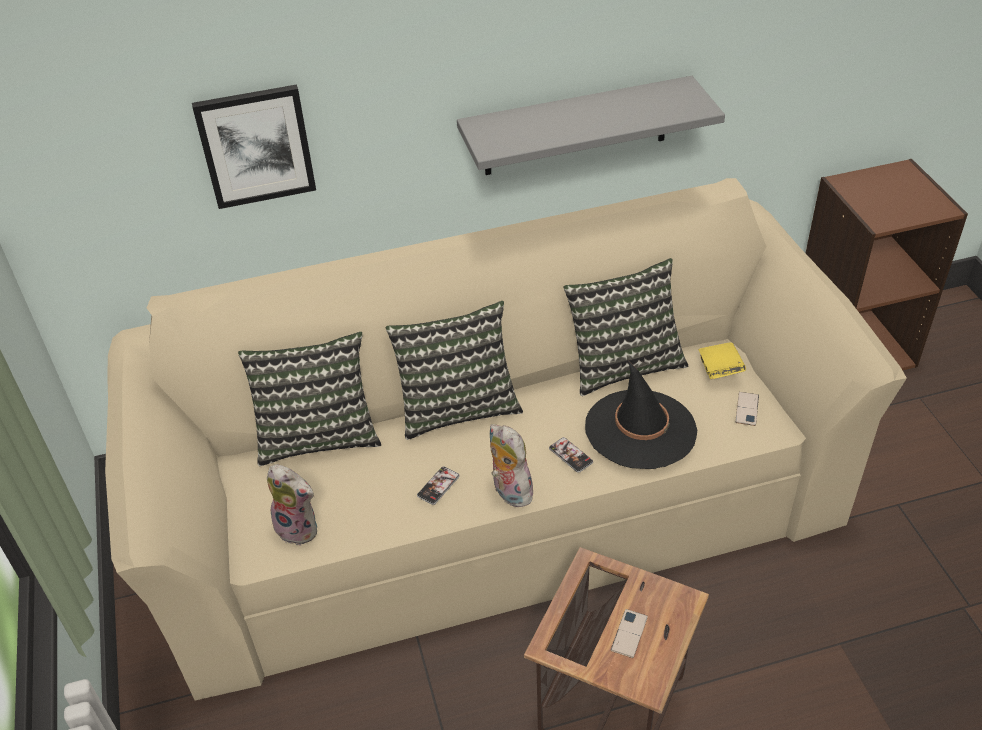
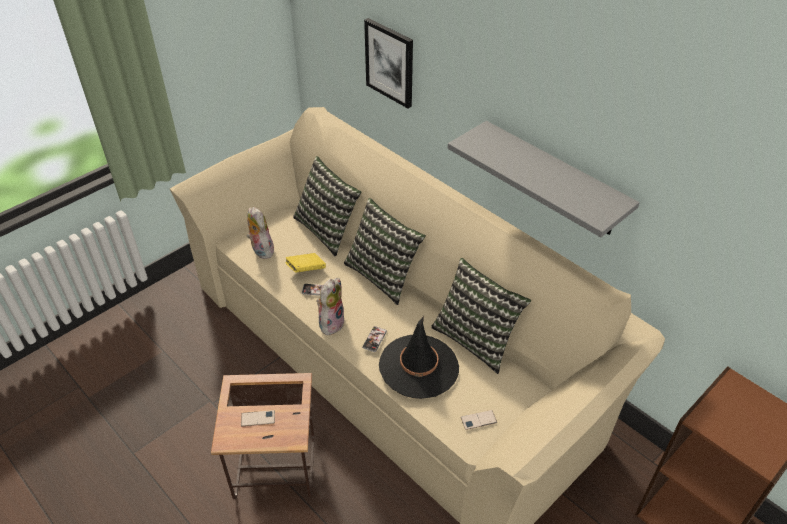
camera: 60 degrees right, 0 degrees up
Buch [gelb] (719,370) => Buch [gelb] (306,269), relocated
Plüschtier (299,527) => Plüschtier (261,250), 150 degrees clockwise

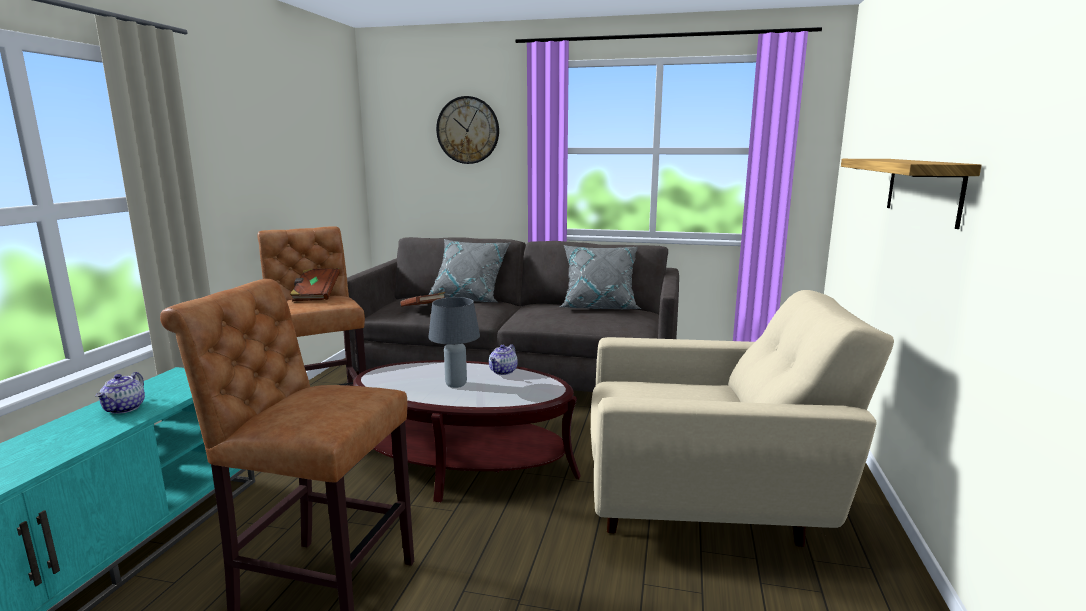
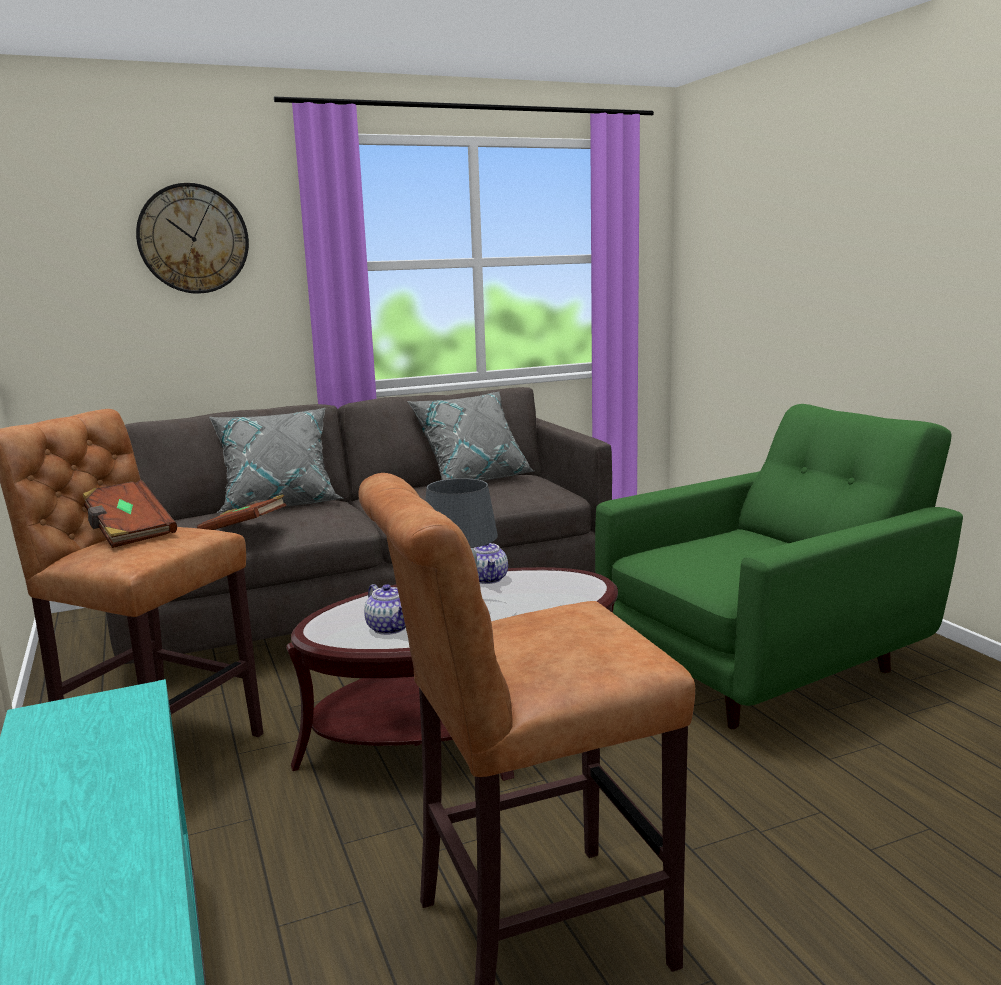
camera: 35 degrees left, 0 degrees up
Wandregal (923,189) => nothing
Sessel [beige] (709,502) => Sessel [grün] (769,665)
Teekanne (125,408) => Teekanne (390,628), relocated

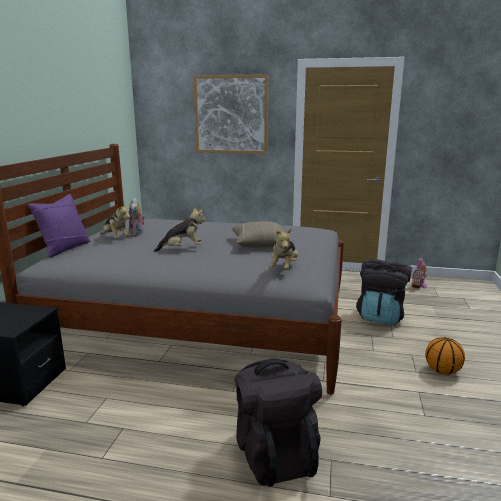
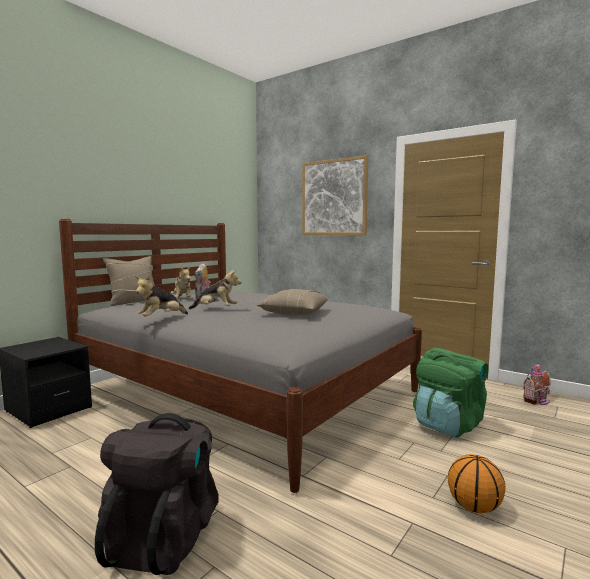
camera: 25 degrees right, 10 degrees down
Kissen [lila] (65,248) => Kissen [beige] (133,302)
Plüschtier (284,268) => Plüschtier (161,318), relocated
Rucksack [schwarz] (381,316) => Rucksack [grün] (448,424)

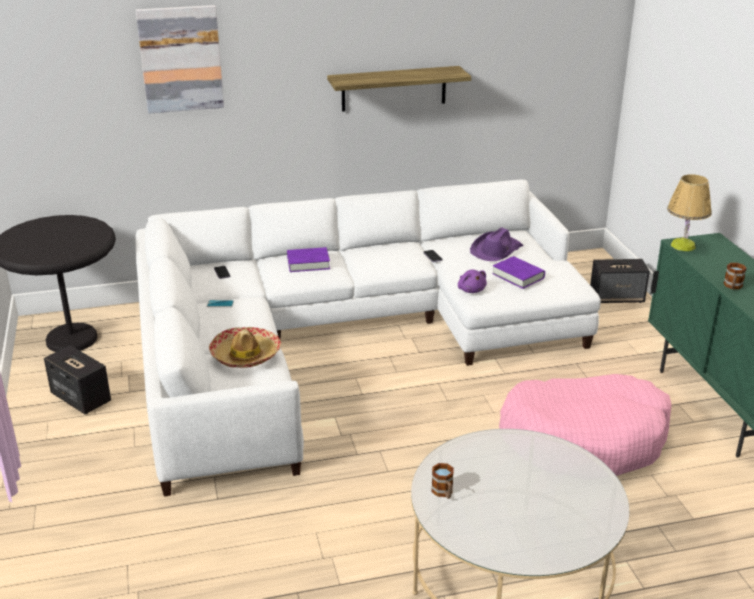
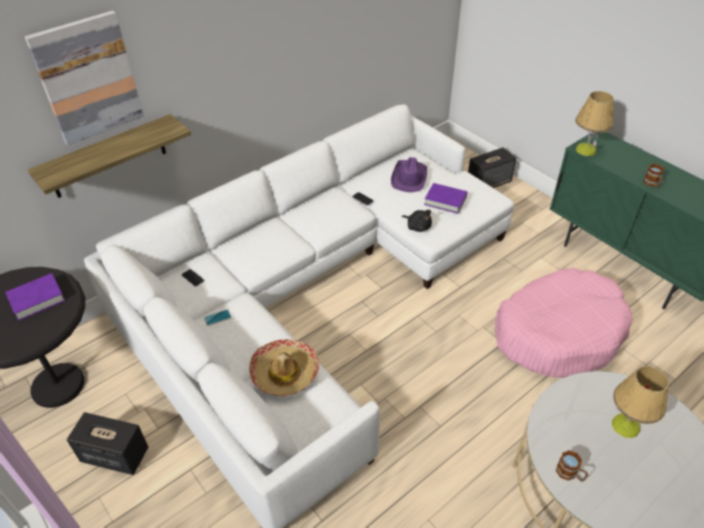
camera: 25 degrees left, 15 degrees up
Wandregal (394,88) => Wandregal (108,157), relocated
Buch [lila] (308,263) => Buch [lila] (37,299), relocated
Plüschtier [lila] (471,290) => Plüschtier [schwarz] (417,226)
nothing => Tischlampe (626,426)

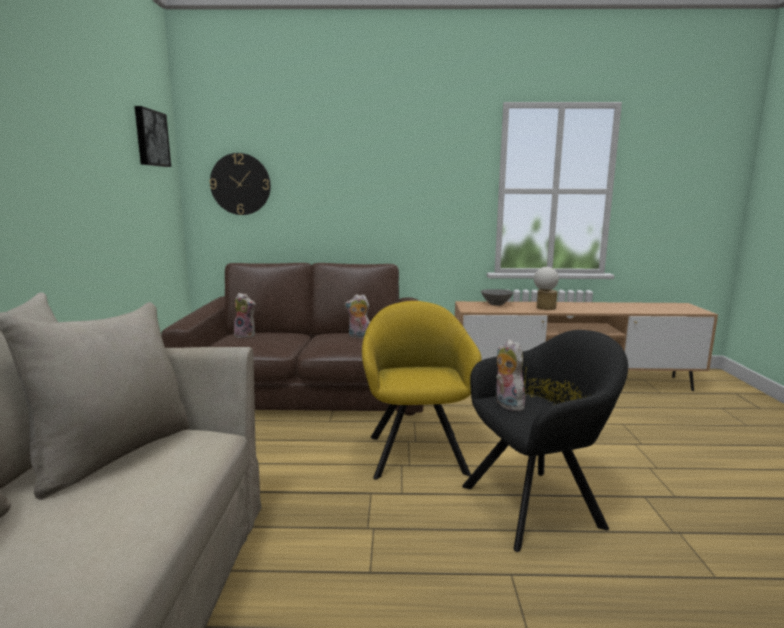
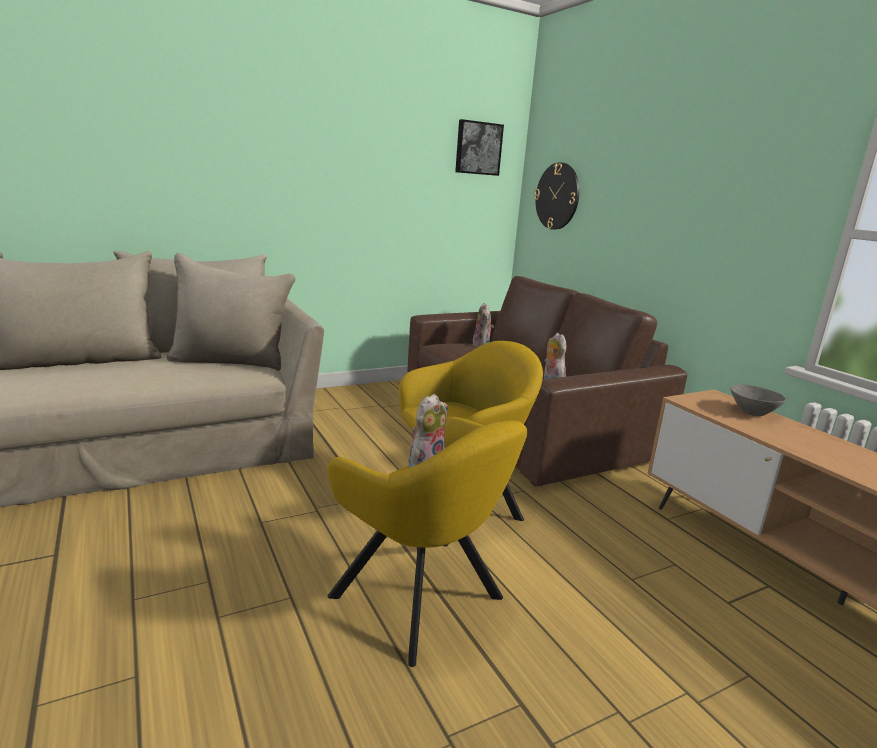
camera: 60 degrees right, 5 degrees up
Tischlampe (544,308) => nothing
Sessel [schwarz] (538,505) => Sessel [gelb] (423,602)

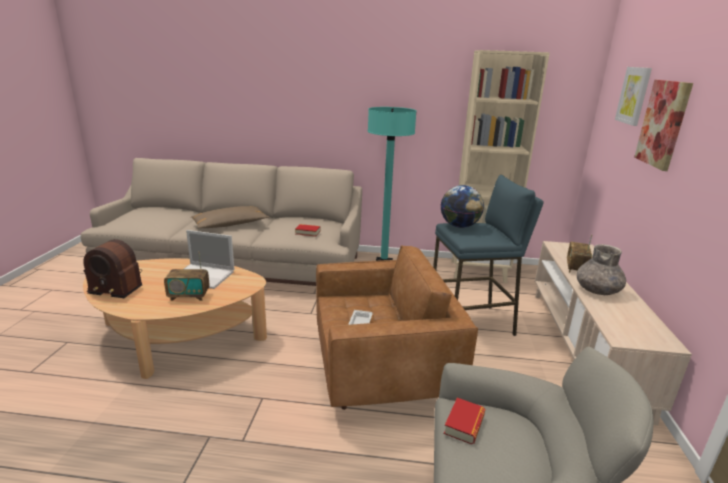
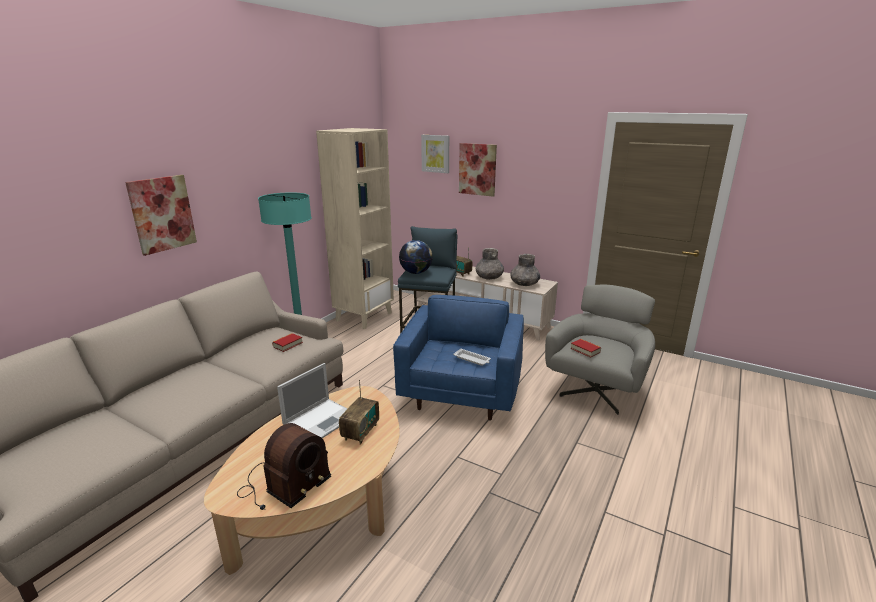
camera: 65 degrees left, 0 degrees up
Kissen [braun] (230,224) => nothing
Sessel [braun] (382,373) => Sessel [blau] (461,393)
nothing => Bild (162,214)
nothing => Vase [grau] (524,284)

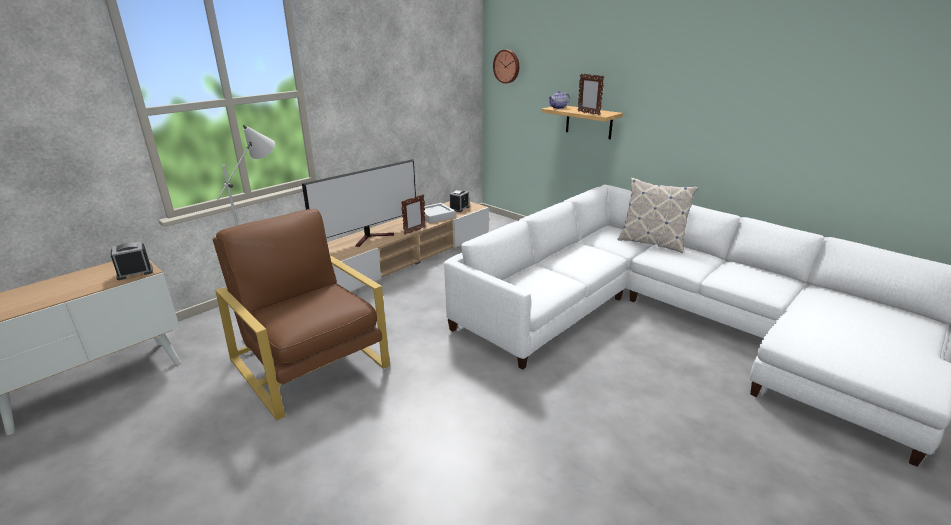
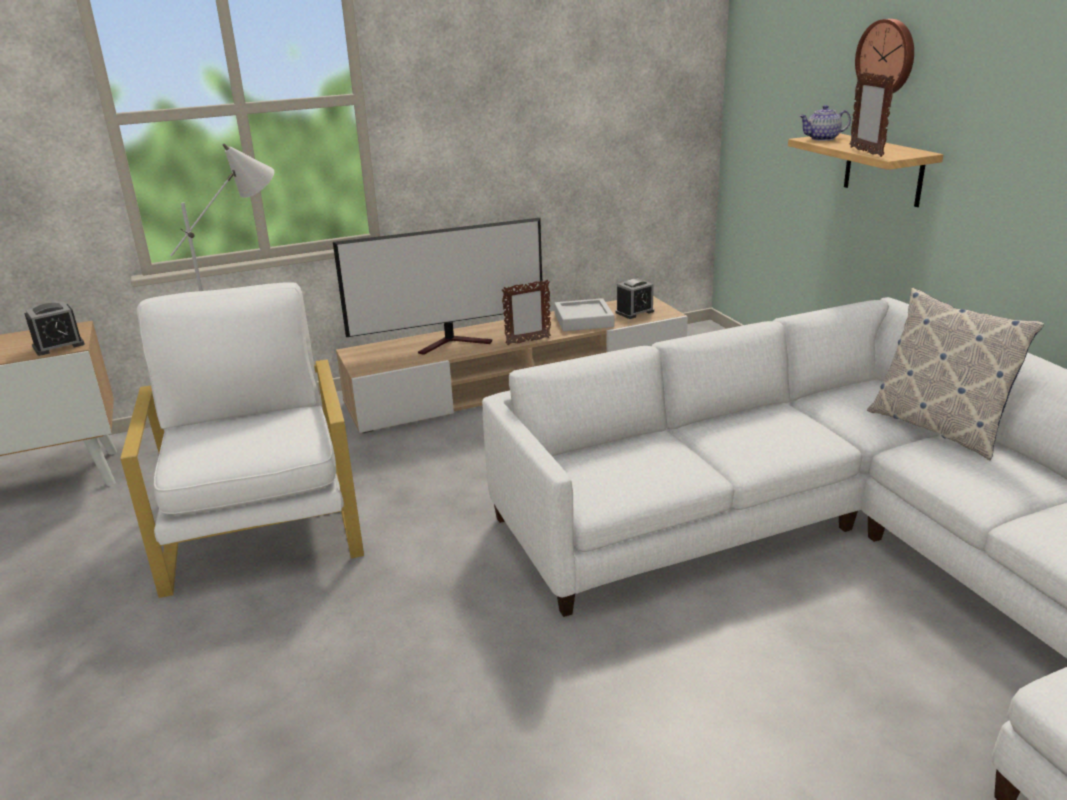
camera: 25 degrees right, 0 degrees up
Wanduhr (507,66) => Wanduhr (887,57), relocated
Sessel [braun] (310,363) => Sessel [weiß] (261,524)
Wecker (135,272) => Wecker (58,346), 150 degrees clockwise

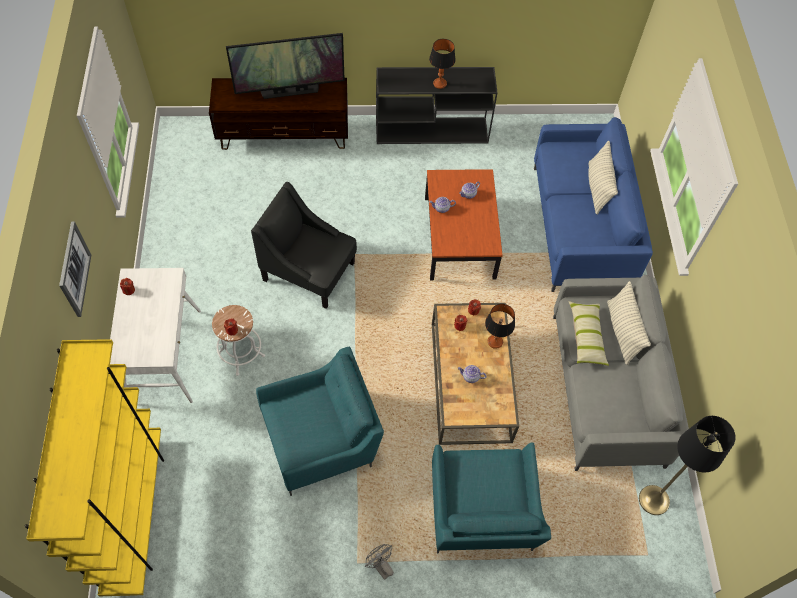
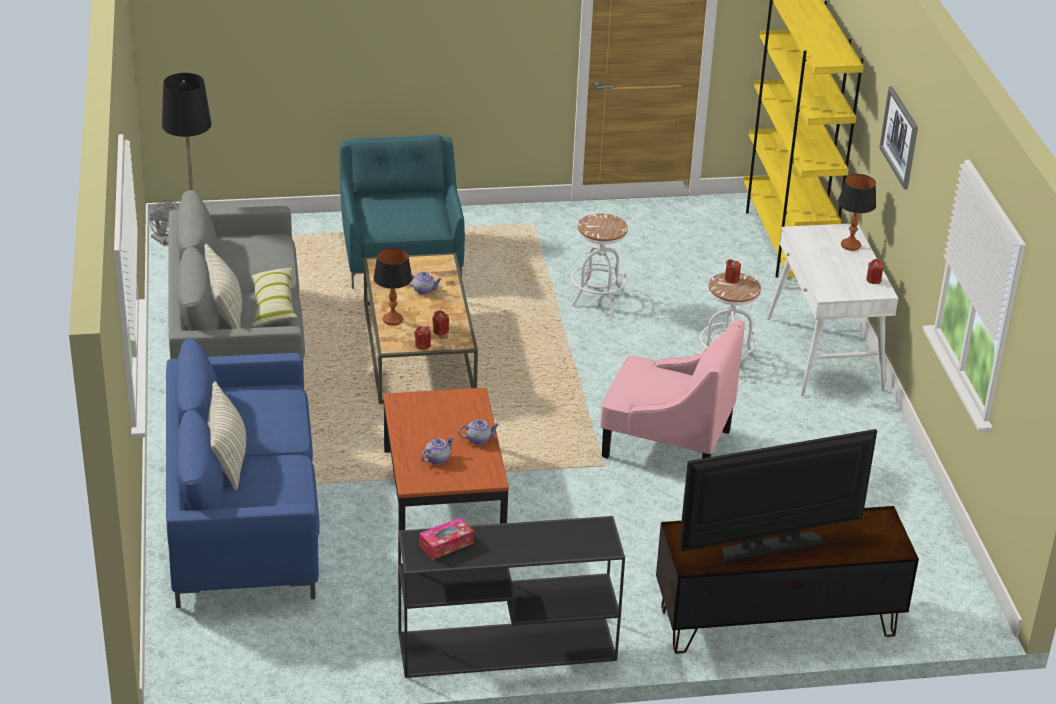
camera: 175 degrees right, 25 degrees down
Tischlampe (440,84) => Tischlampe (850,245), relocated
Sessel [schwarz] (309,271) => Sessel [rosa] (666,444)
Sessel [türkis] (322,439) => Hocker [weiß] (598,299)
Ventilator [grau] (380,566) => Ventilator [grau] (165,241), relocated
nothing => Taschentuchbox (446,544)

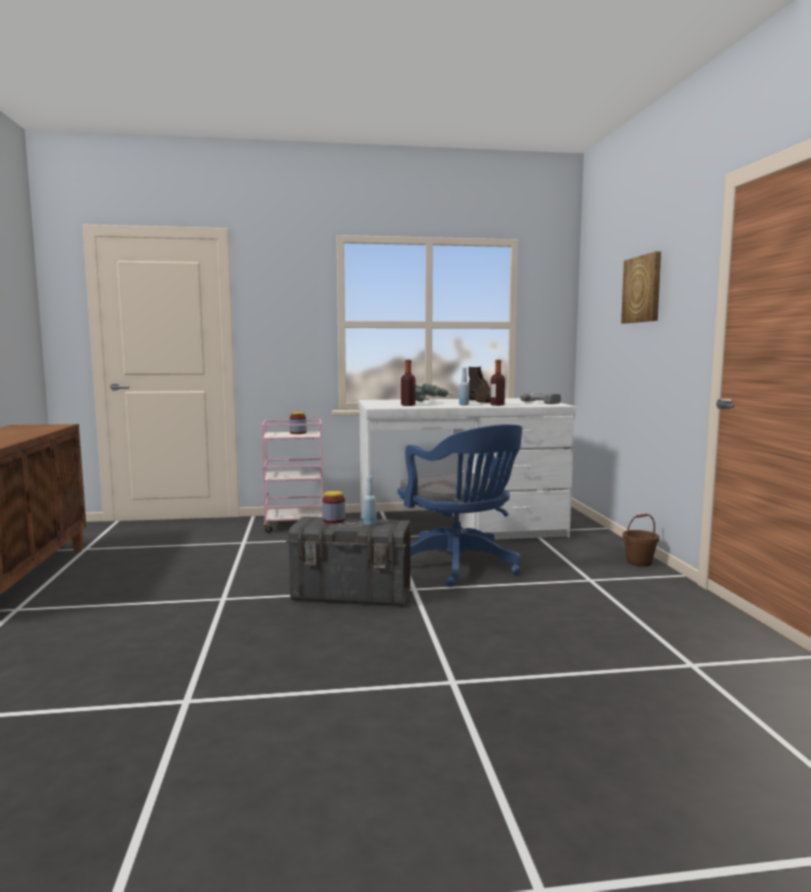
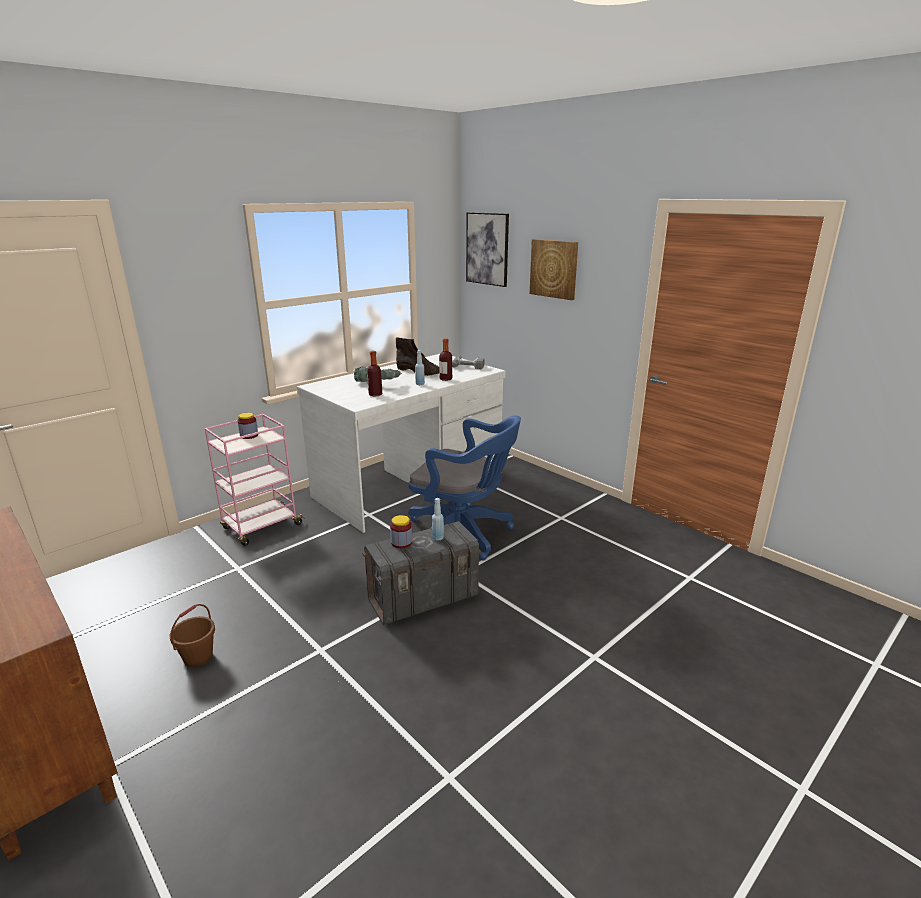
camera: 35 degrees left, 15 degrees up
Eimer [braun] (639,562) => Eimer [braun] (198,657), relocated
nothing => Bild (487,249)

